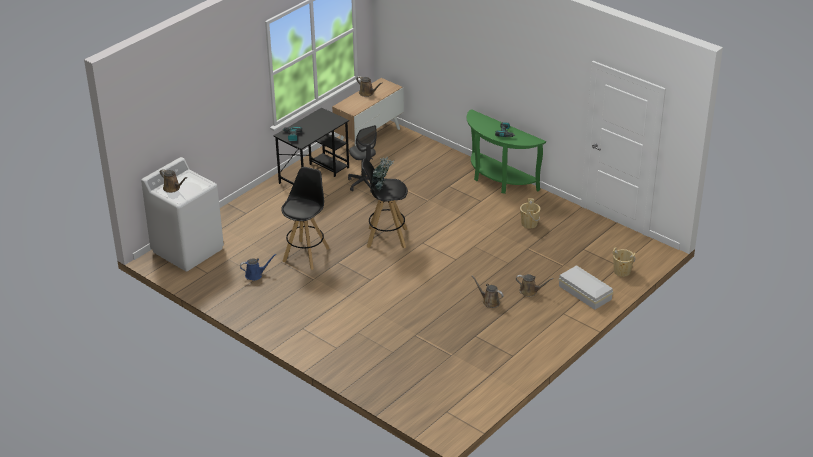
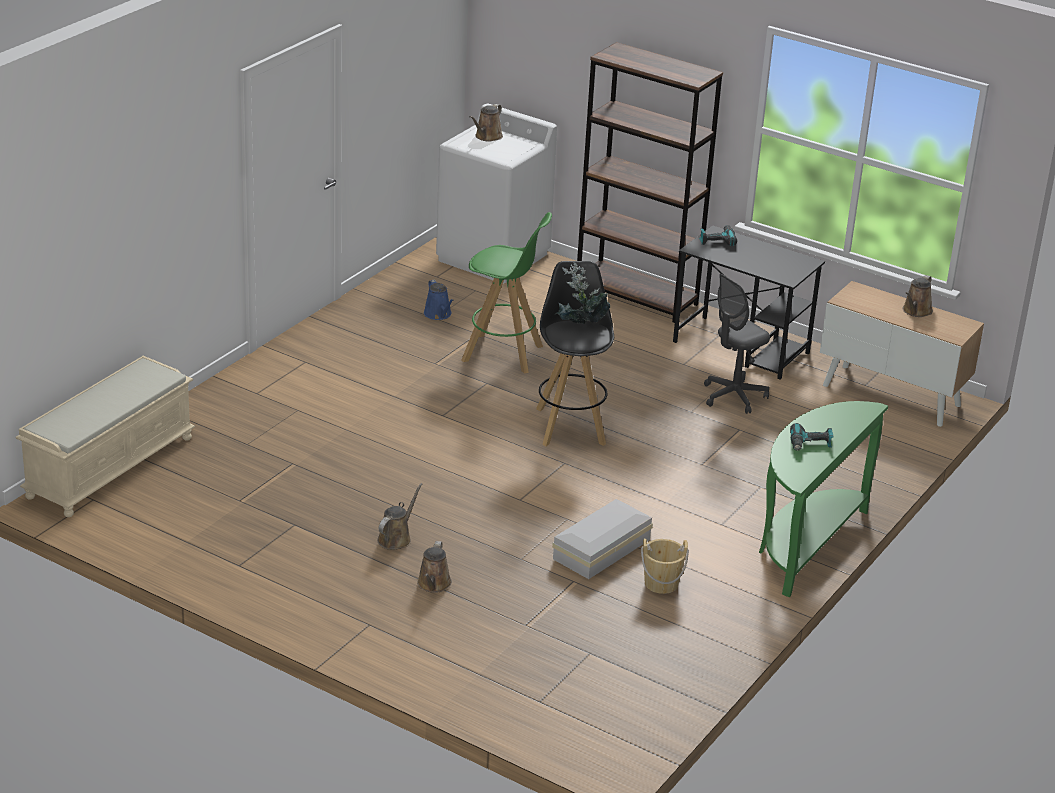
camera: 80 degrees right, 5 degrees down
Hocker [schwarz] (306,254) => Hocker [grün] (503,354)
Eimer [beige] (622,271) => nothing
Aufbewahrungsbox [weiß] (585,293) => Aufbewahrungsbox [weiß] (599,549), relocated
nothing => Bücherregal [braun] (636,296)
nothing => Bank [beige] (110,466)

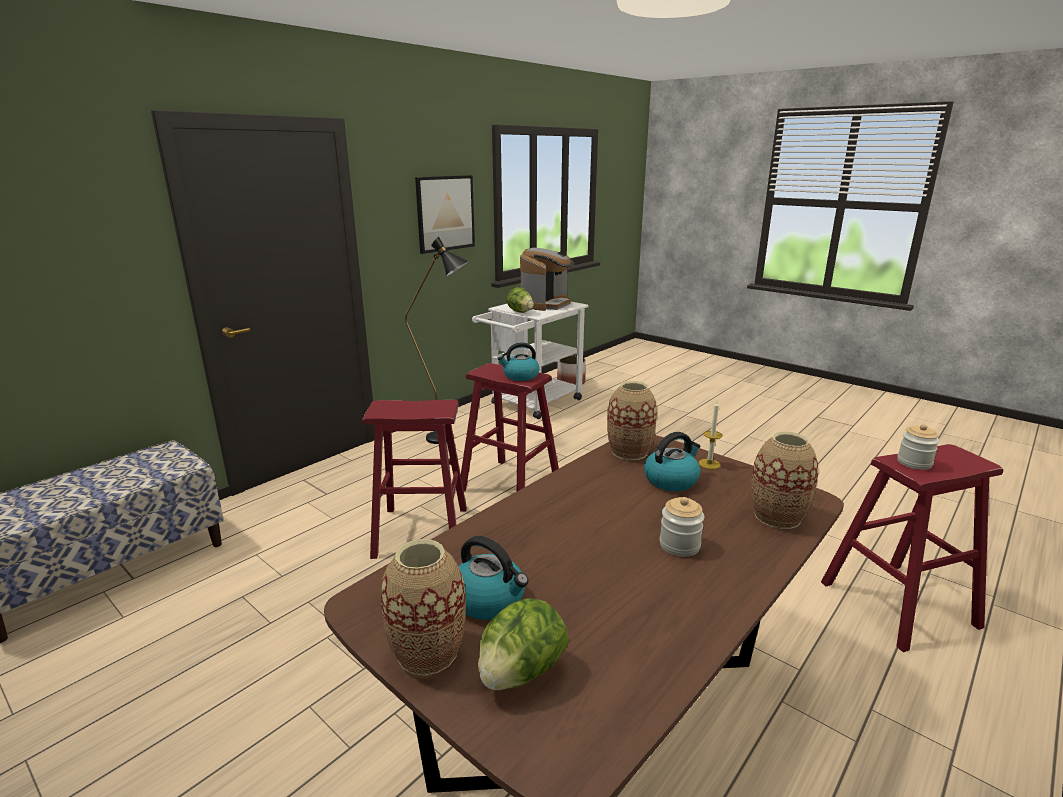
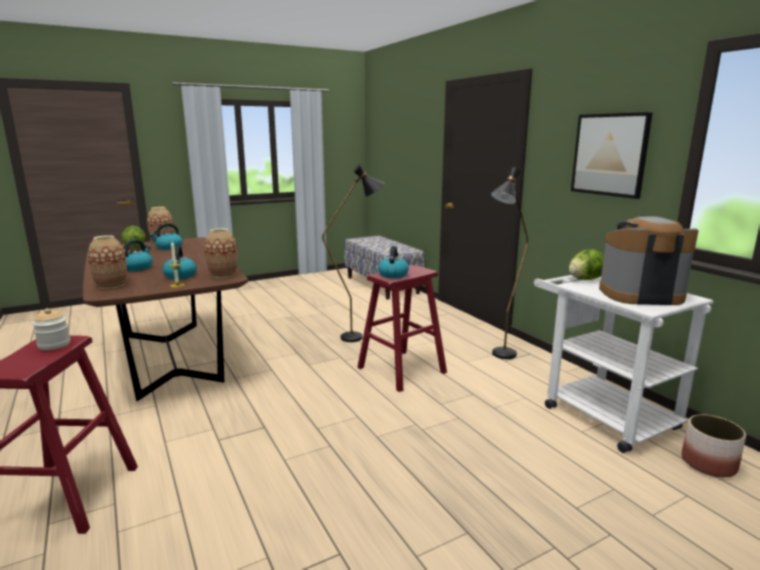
camera: 110 degrees right, 5 degrees down
Kaffeemaschine (546,304) => Kaffeemaschine (640,295), 135 degrees clockwise
Hocker [rot] (421,532) => Stehlampe [schwarz] (360,337)
Vorratsglas (679,545) => Wasserkessel (137,268)

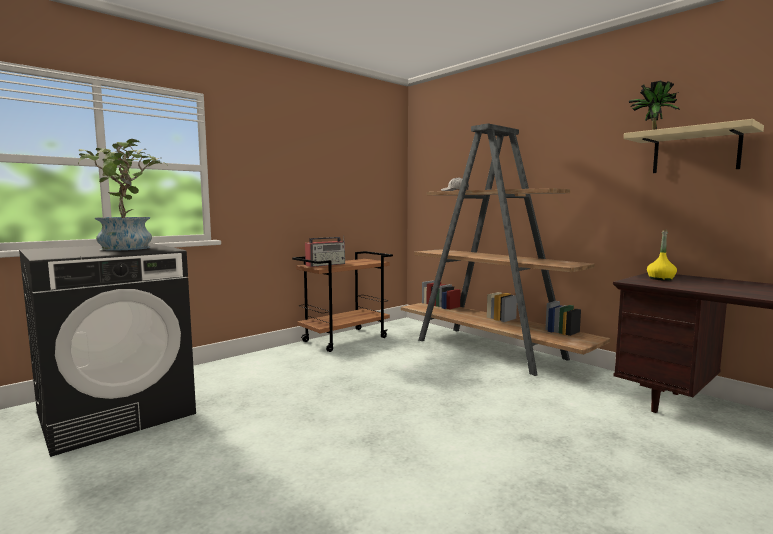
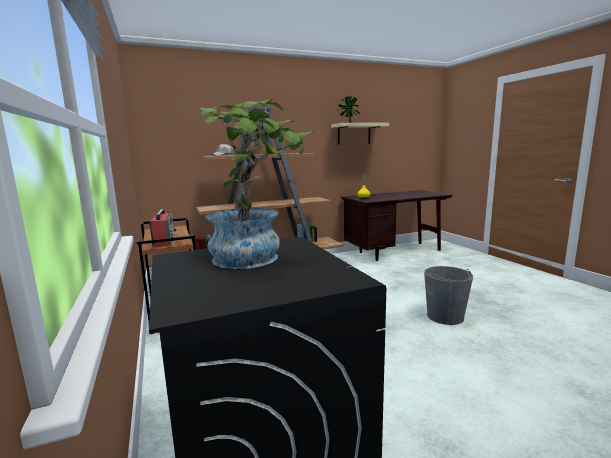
camera: 70 degrees left, 5 degrees up
nothing => Eimer [grau] (445,316)

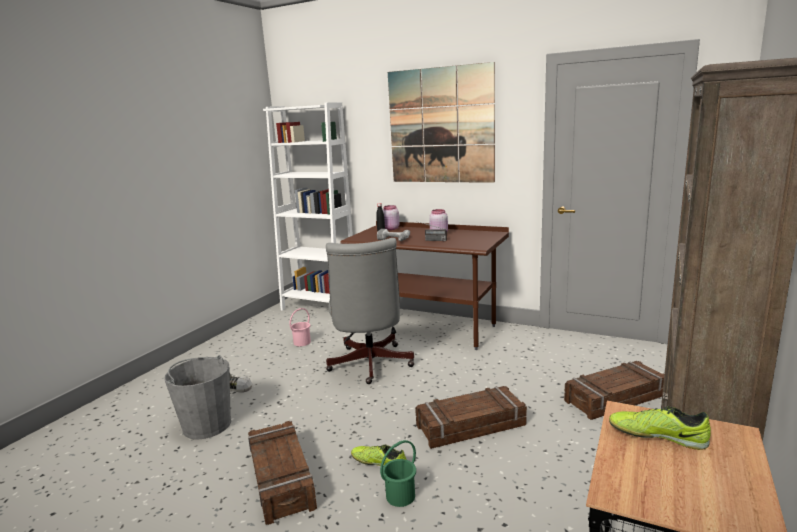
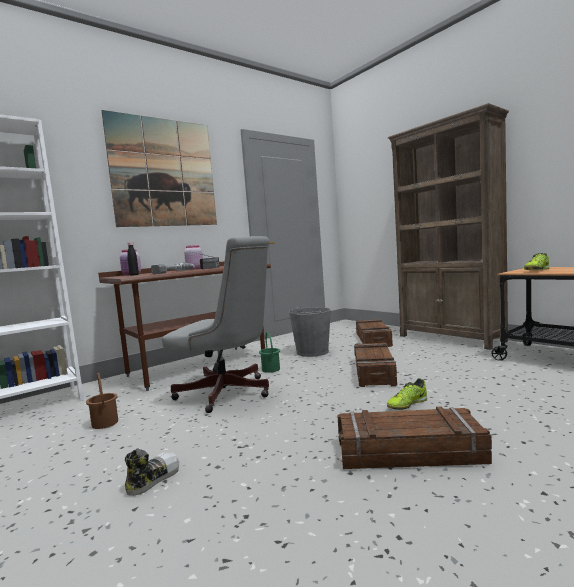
camera: 65 degrees left, 10 degrees down
Eimer [rosa] (301,342) => Eimer [braun] (104,423)
Eimer [grau] (207,425) => Eimer [grau] (312,352), relocated
Eimer [grün] (400,496) => Eimer [grün] (270,369), relocated

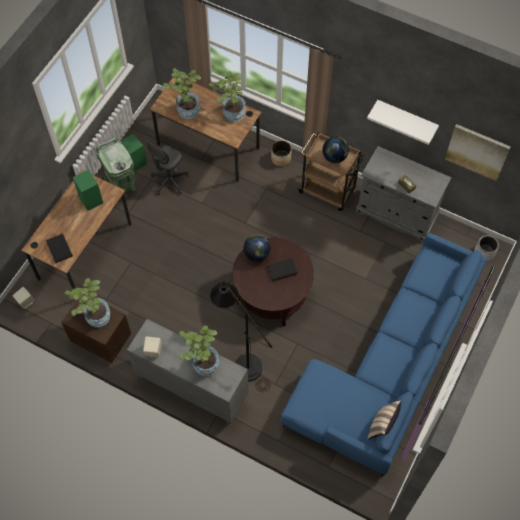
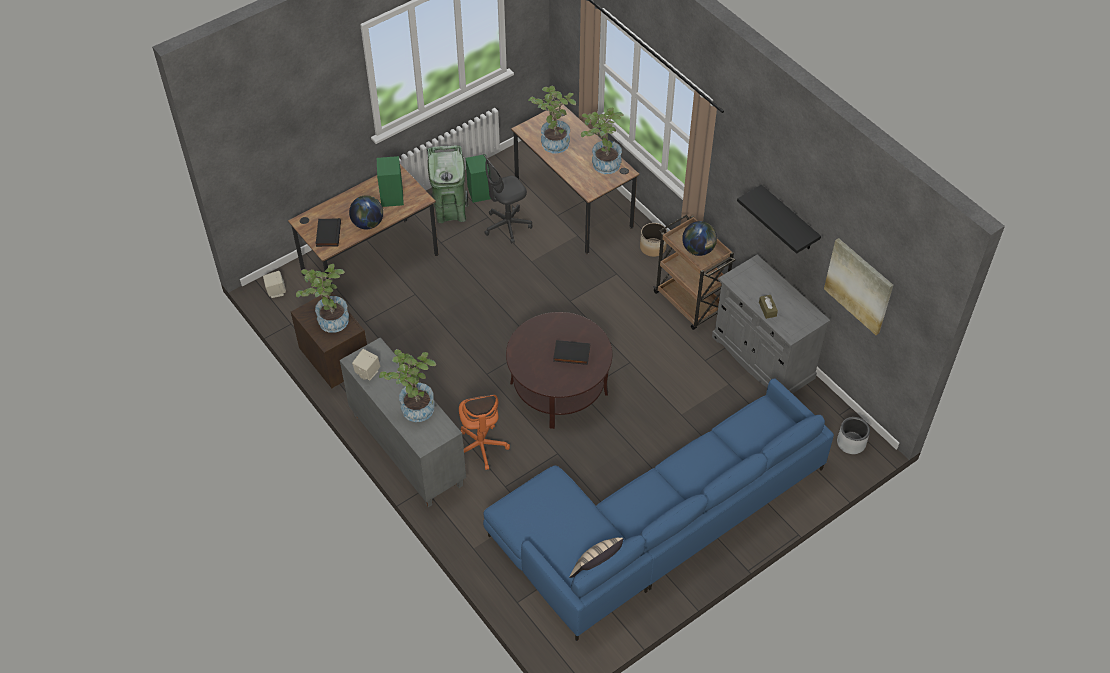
camera: 25 degrees right, 10 degrees down
Wandregal [weiß] (406,118) => Wandregal [schwarz] (788,219)
Globus (257,254) => Globus (368,223), relocated
Stehlampe [schwarz] (242,361) => Bürostuhl [orange] (481,447)

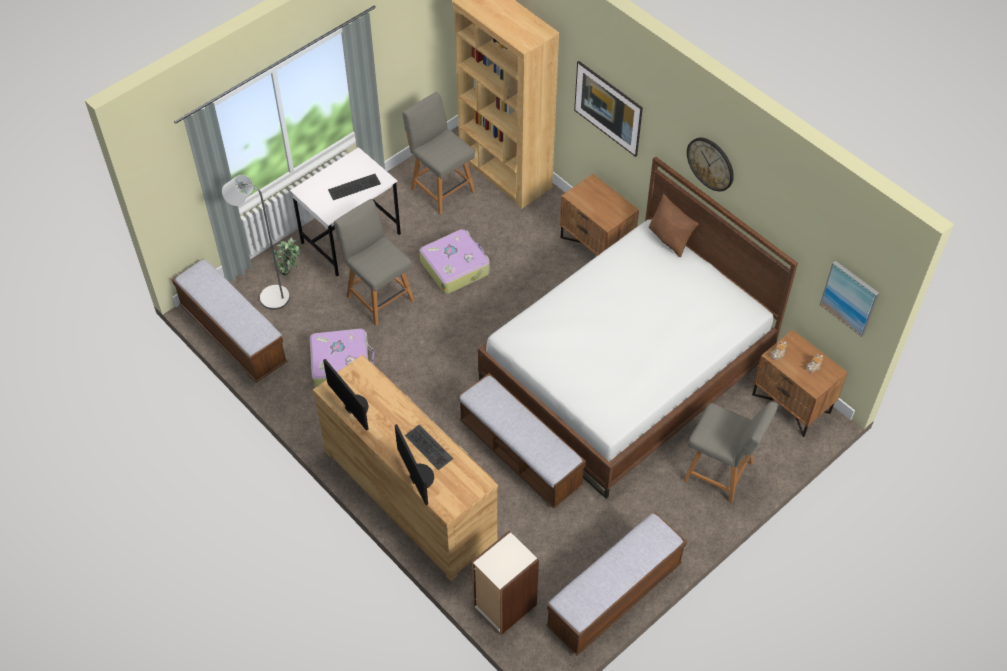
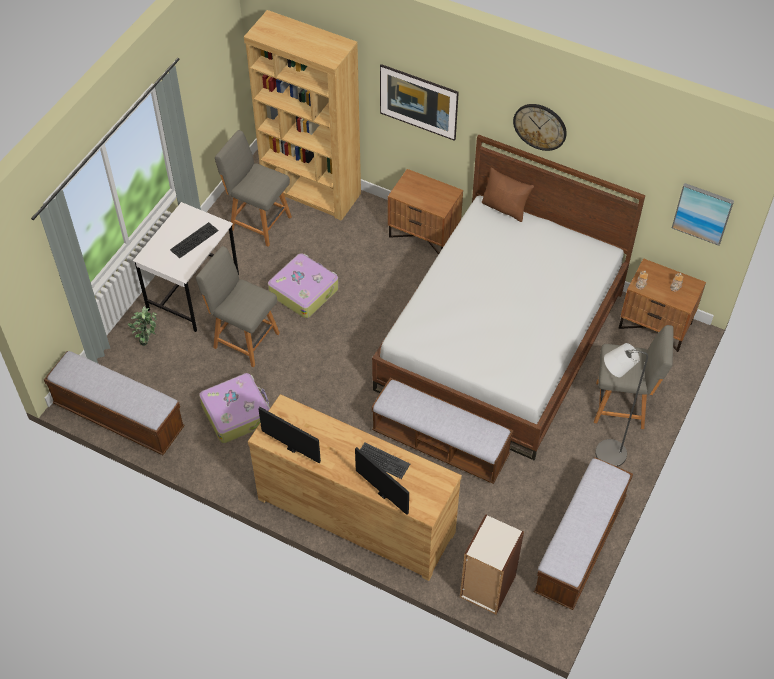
camera: 20 degrees left, 0 degrees up
Stehlampe [grau] (269,296) => Stehlampe [grau] (604,454), relocated

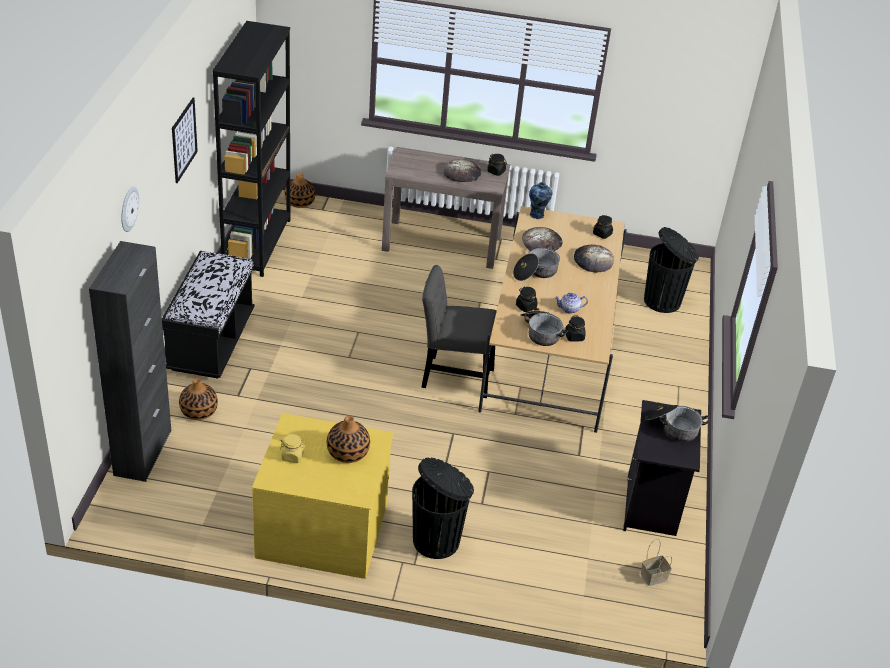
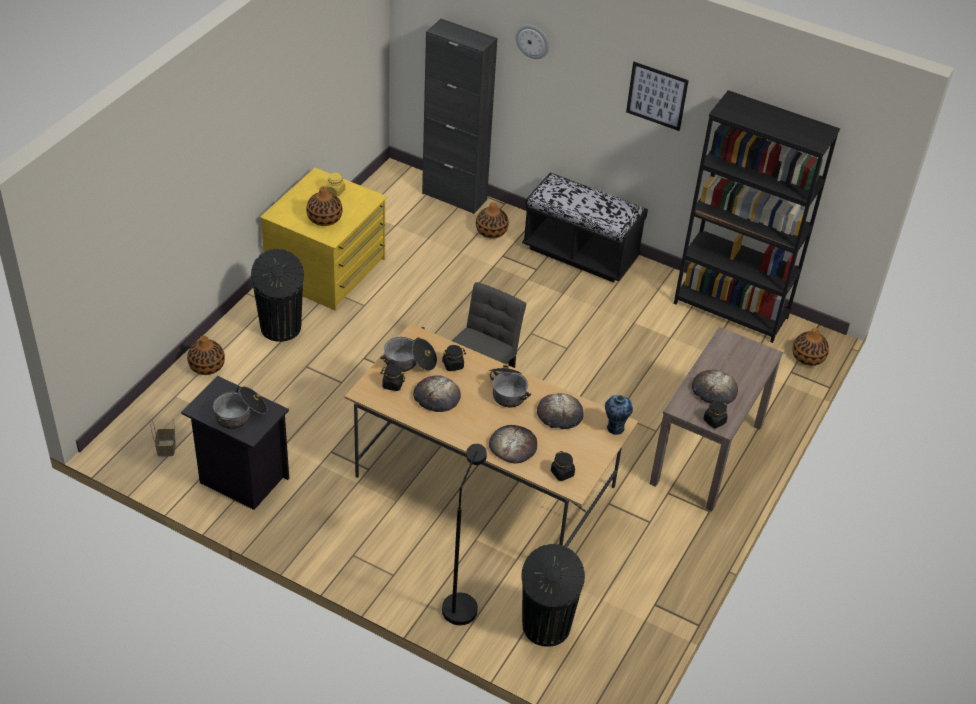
camera: 110 degrees right, 5 degrees up
Teekanne (569,309) => Brot (436,396)
nothing => Vase (207,366)
nothing => Stehlampe [schwarz] (461,602)

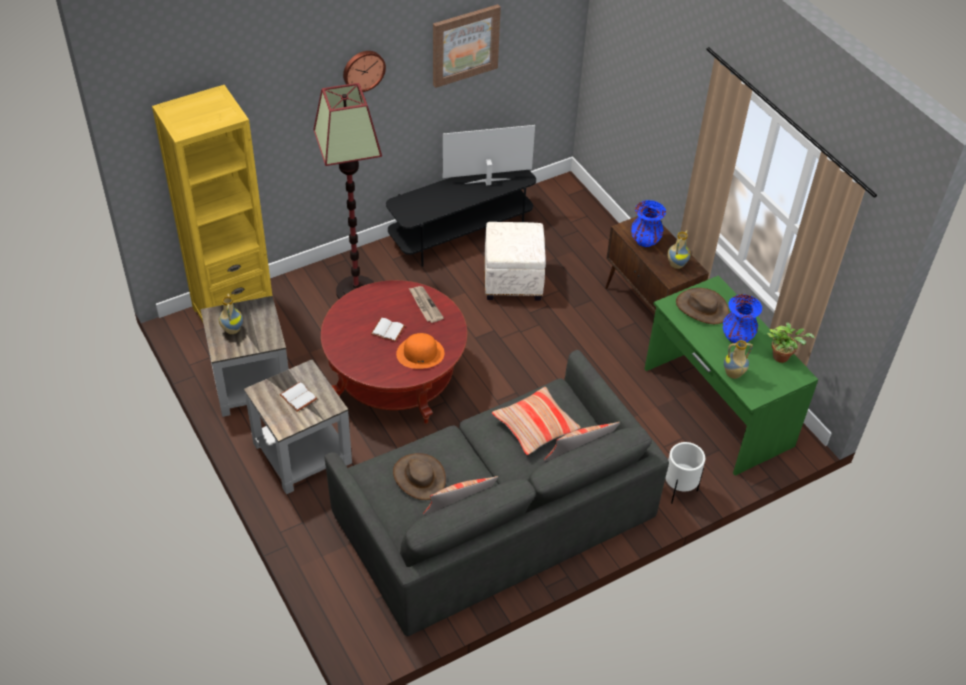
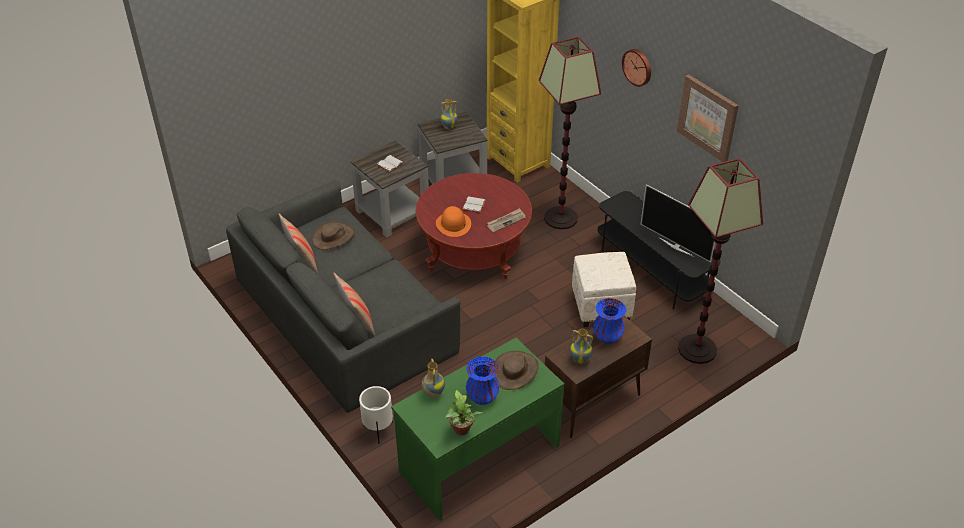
camera: 85 degrees right, 5 degrees down
Fernseher (487,182) => Fernseher (676,246), 150 degrees clockwise
Kissen (535,426) => nothing
nothing => Stehlampe (697,349)

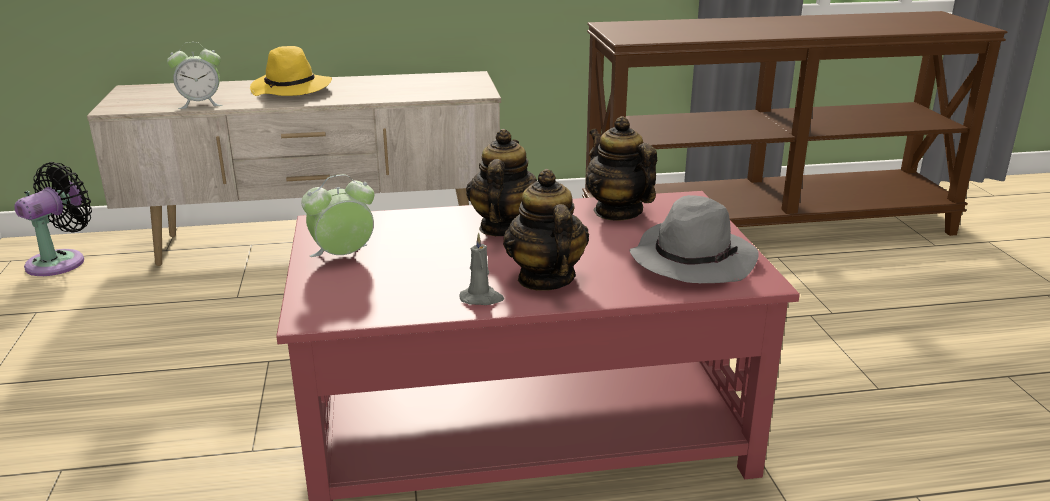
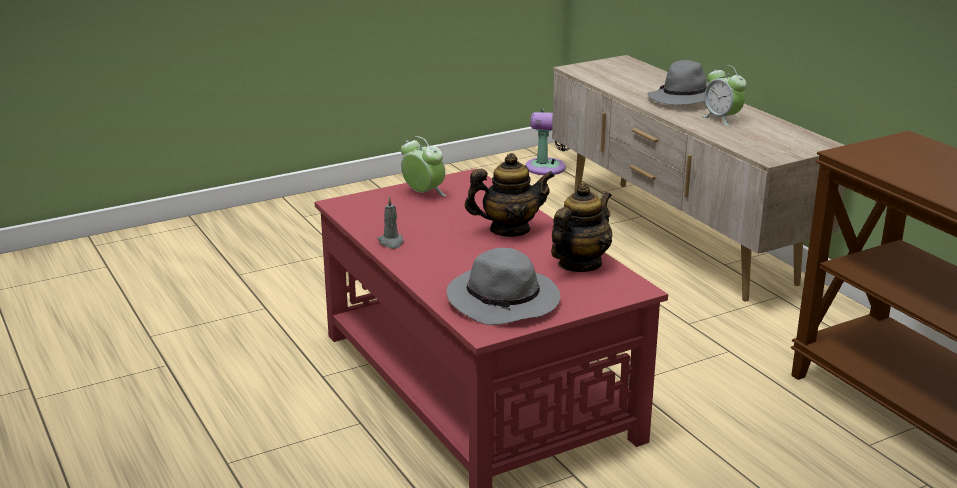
camera: 70 degrees right, 0 degrees up
Wecker (200,104) => Wecker (722,119), relocated
Hut [gelb] (292,90) => Hut [grau] (684,99)
Teekanne (545,279) => nothing

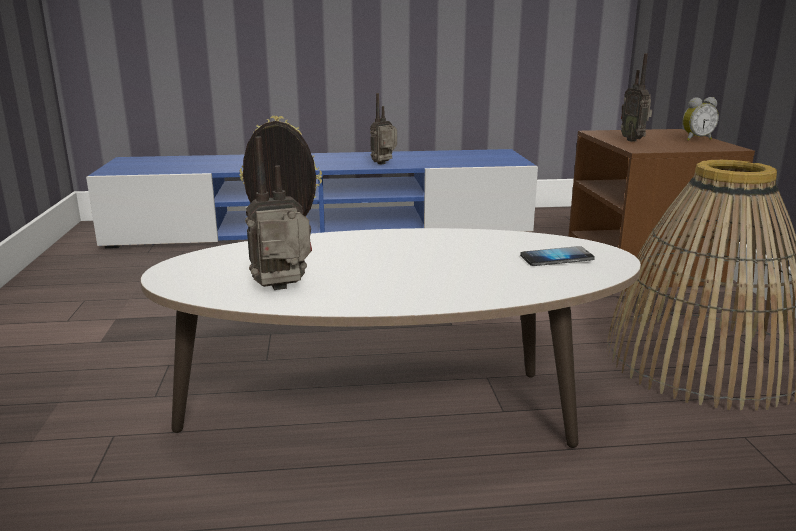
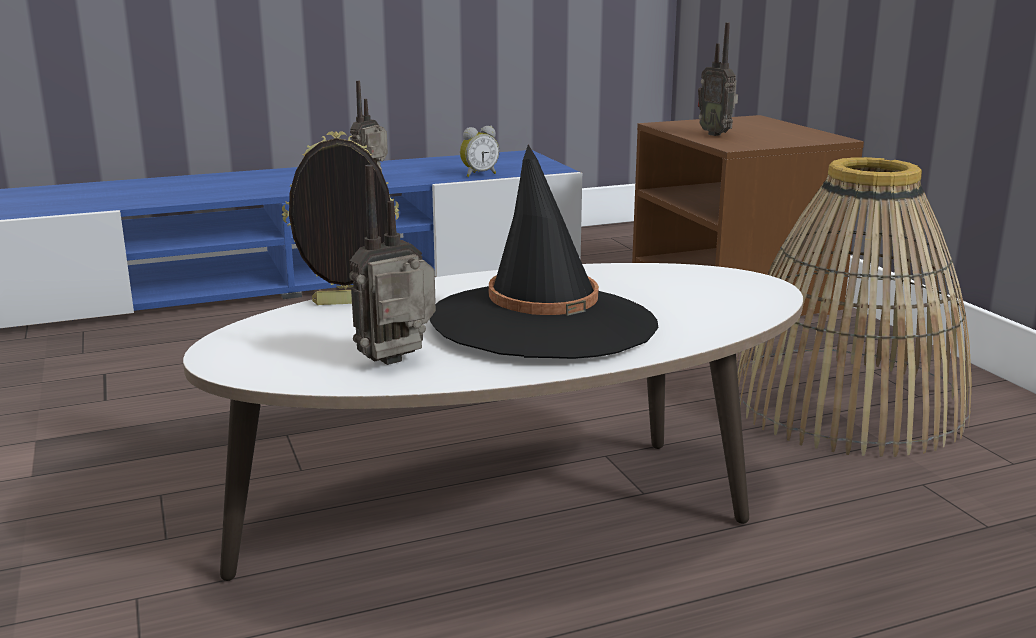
camera: 15 degrees left, 0 degrees up
Wecker (695,139) => Wecker (478,174), relocated
Handy (556,258) => nothing
nothing => Hut [schwarz] (543,322)

